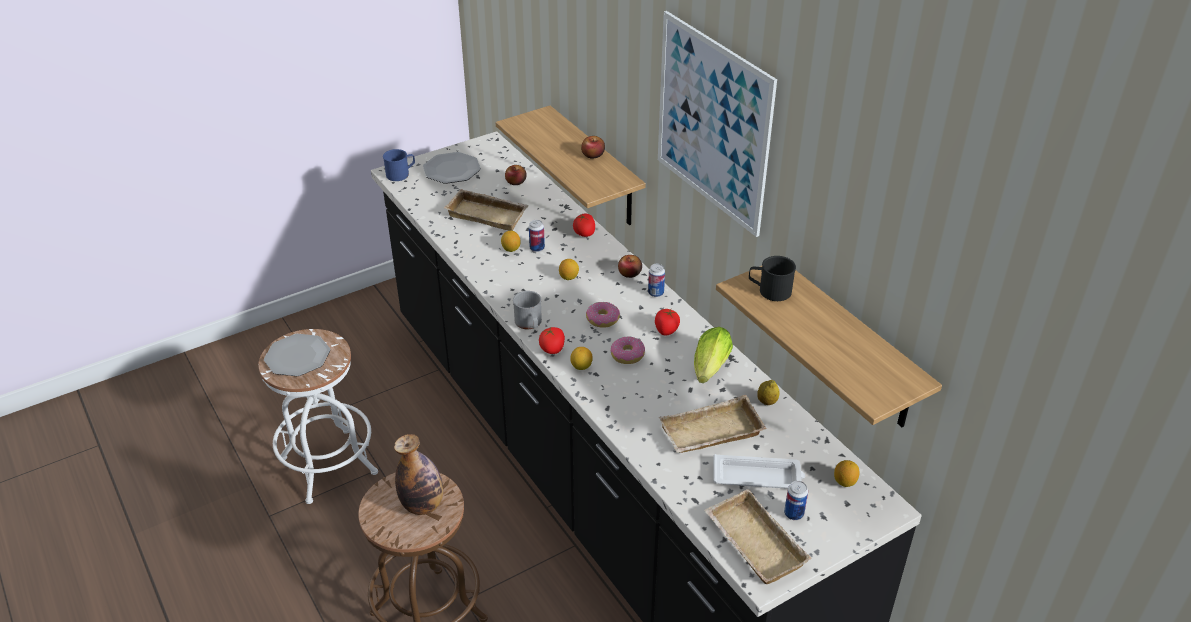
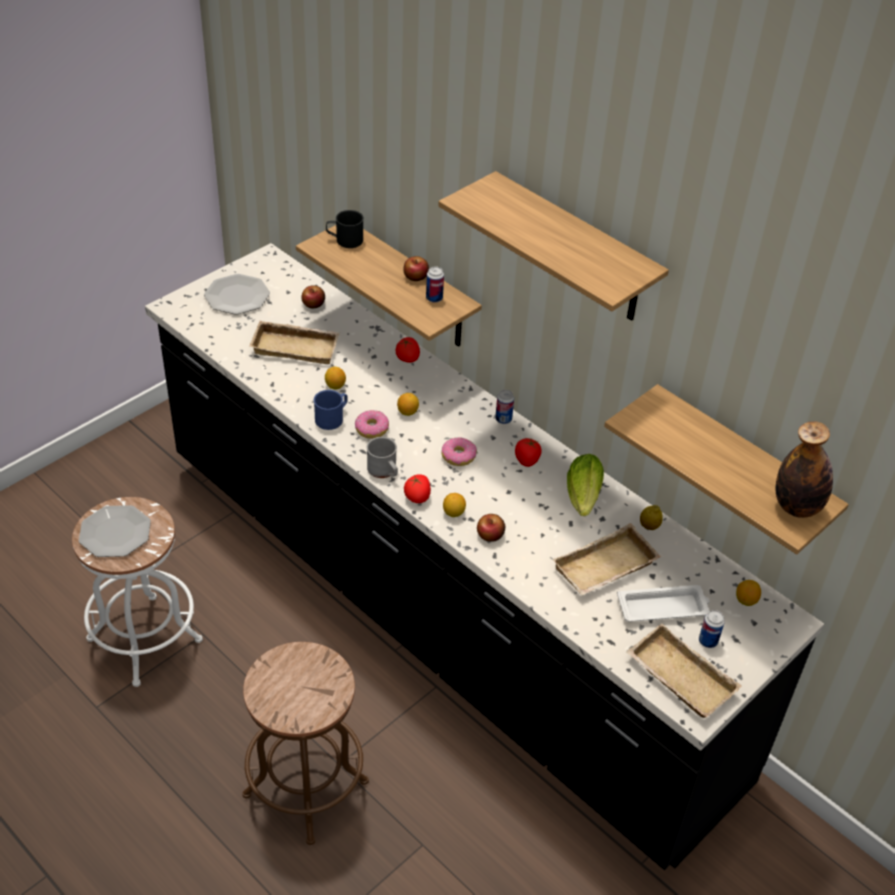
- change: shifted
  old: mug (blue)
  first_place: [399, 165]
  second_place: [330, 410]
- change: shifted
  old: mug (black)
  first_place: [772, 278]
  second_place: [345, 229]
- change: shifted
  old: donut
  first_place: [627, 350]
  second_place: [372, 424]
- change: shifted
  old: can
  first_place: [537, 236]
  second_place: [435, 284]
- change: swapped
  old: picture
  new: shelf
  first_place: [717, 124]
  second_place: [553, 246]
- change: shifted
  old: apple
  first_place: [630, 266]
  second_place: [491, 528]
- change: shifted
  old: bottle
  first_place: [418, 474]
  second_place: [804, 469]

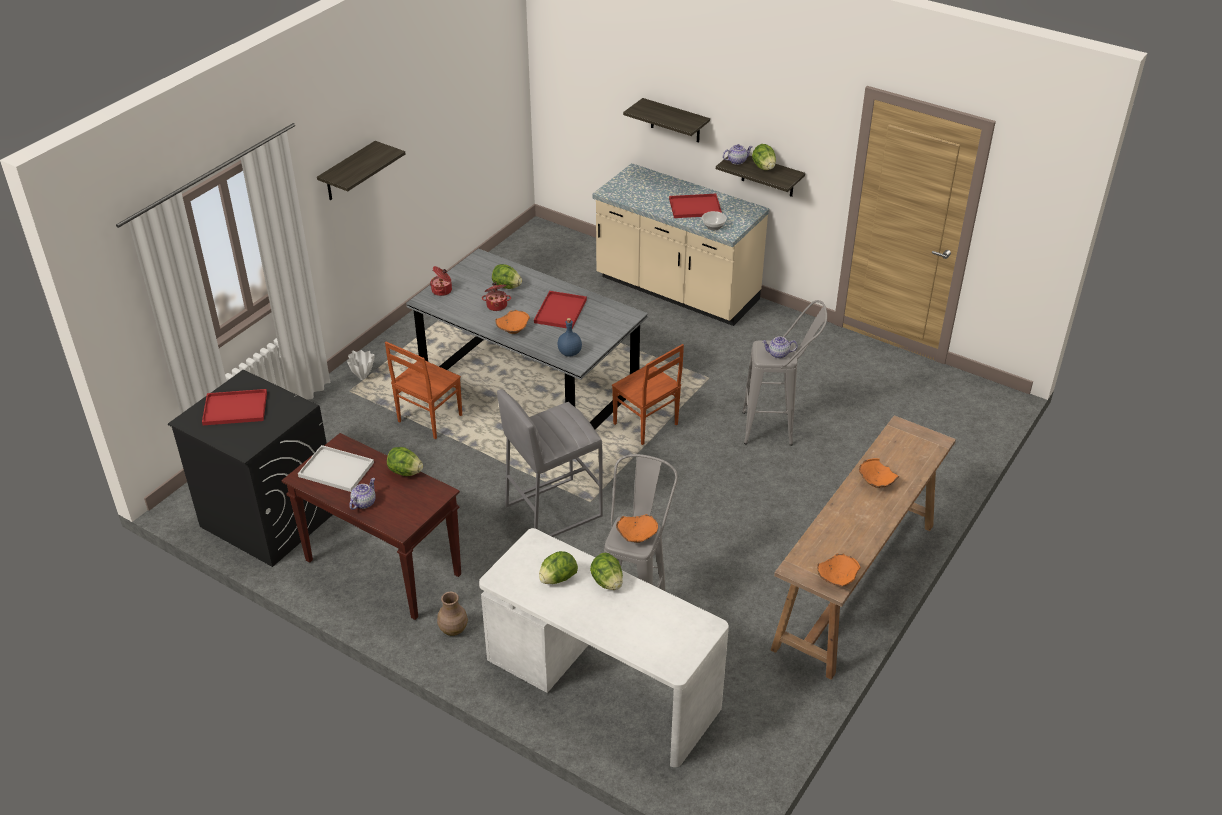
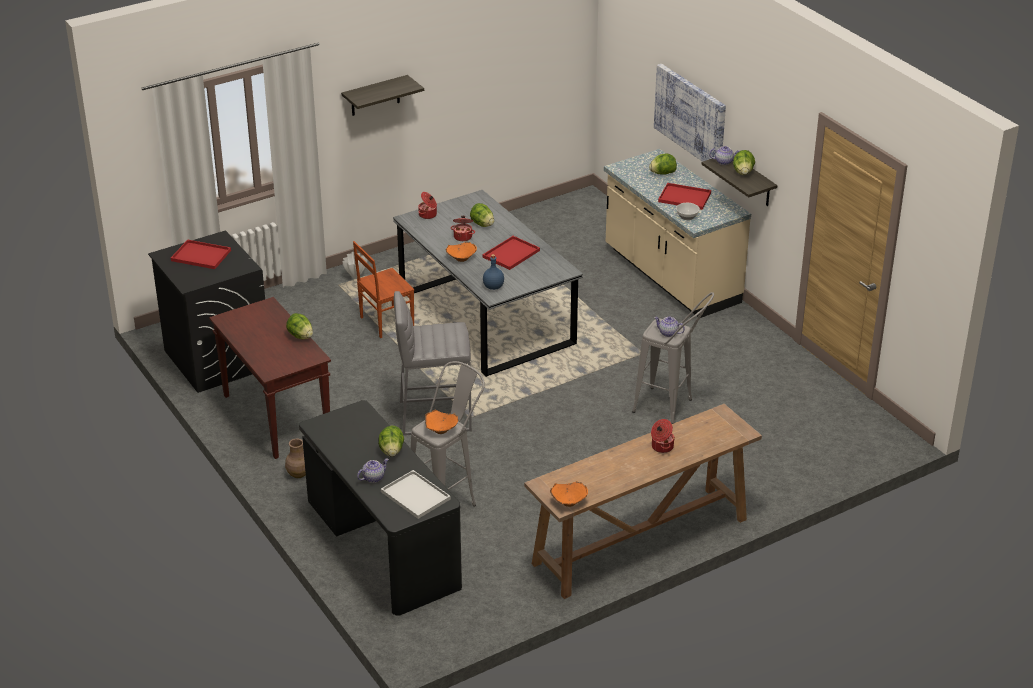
- change: repainted
  old: desk (white)
  new: desk (black)
  first_place: [604, 647]
  second_place: [380, 508]
- change: shifted
  old: teapot
  first_place: [362, 494]
  second_place: [373, 470]
- change: shifted
  old: tray (white)
  first_place: [336, 468]
  second_place: [416, 494]
- change: shifted
  old: lettuce
  first_place: [558, 567]
  second_place: [663, 163]
- change: swapped
  old: bowl (orange)
  new: cooking pot
  first_place: [879, 473]
  second_place: [663, 436]
- change: swapped
  old: shelf
  new: picture
  first_place: [666, 120]
  second_place: [690, 113]
- change: gone
  old: chair (brown)
  first_place: [648, 394]

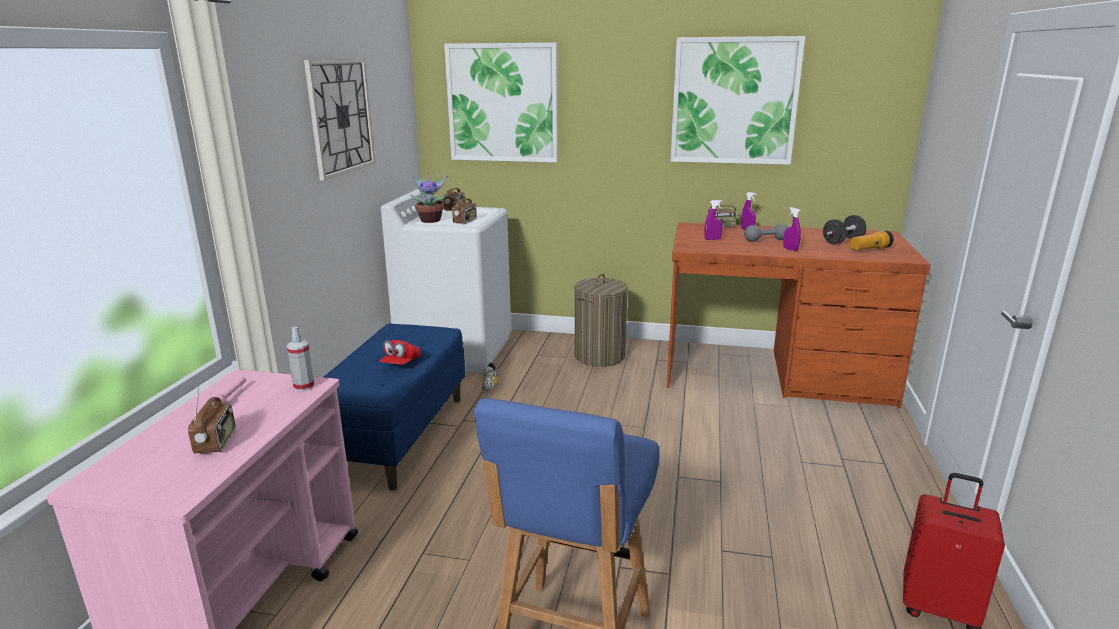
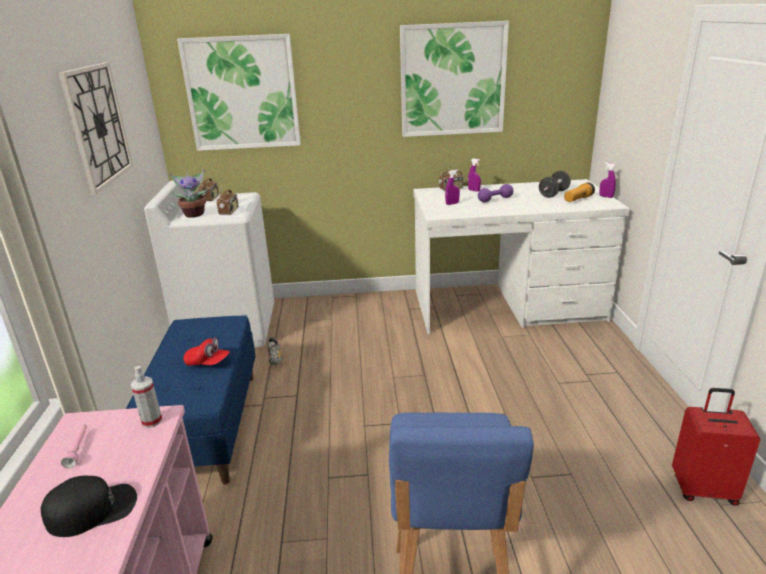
- change: swapped
  old: radio
  new: cap (black)
  first_place: [212, 419]
  second_place: [89, 506]
- change: rotated
  old: cap (red)
  first_place: [400, 352]
  second_place: [206, 351]
  degrees: -75
- change: repainted
  old: desk (brown)
  new: desk (white)
  first_place: [799, 315]
  second_place: [521, 256]
- change: repainted
  old: dumbbell (grey)
  new: dumbbell (purple)
  first_place: [766, 233]
  second_place: [495, 193]
- change: shifted
  old: spray bottle (purple)
  first_place: [792, 229]
  second_place: [607, 180]
- change: gone
  old: laundry basket
  first_place: [601, 320]

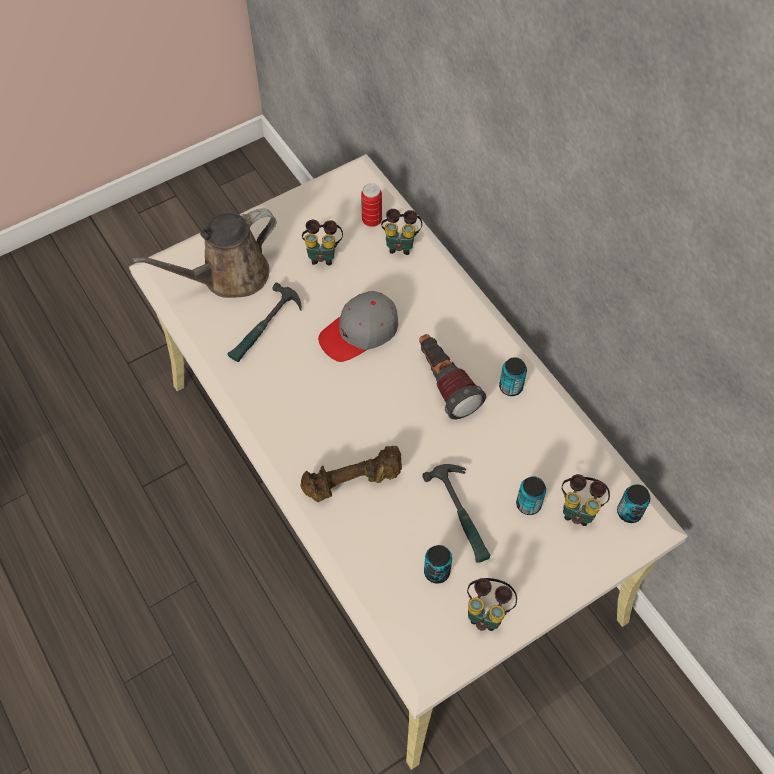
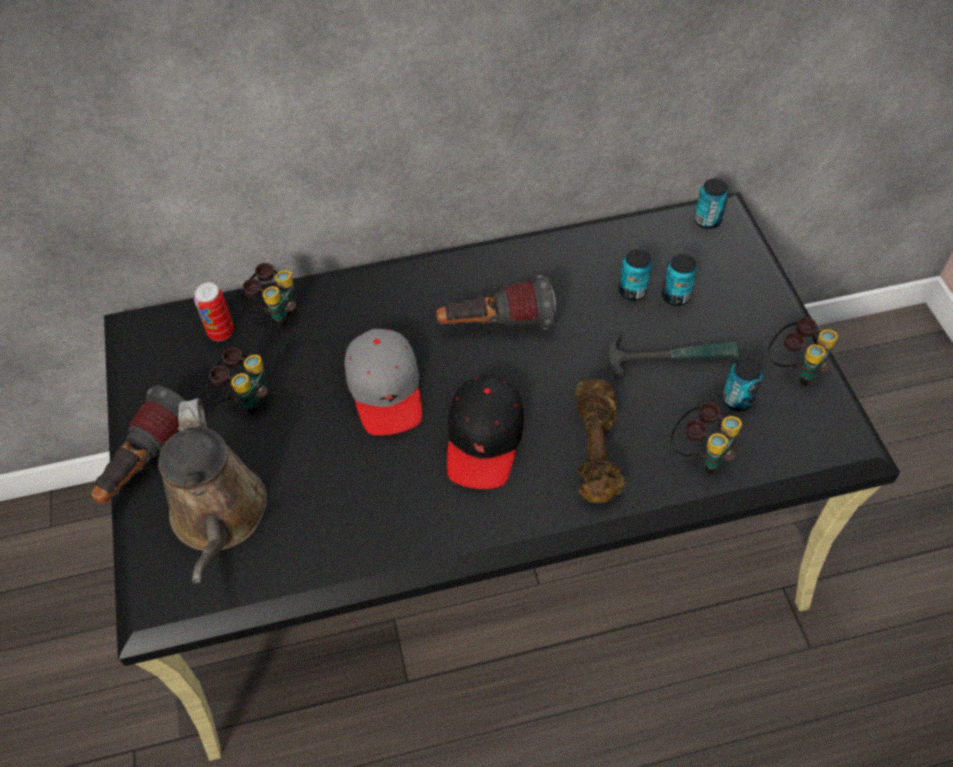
- change: new
  new: flashlight
  second_place: [138, 444]
- change: repainted
  old: desk (beige)
  new: desk (black)
  first_place: [408, 462]
  second_place: [502, 476]
- change: new
  new: cap (black)
  second_place: [485, 432]
- change: shifted
  old: can
  first_place: [513, 376]
  second_place: [635, 275]
- change: shifted
  old: binoculars
  first_place: [586, 500]
  second_place: [706, 438]
- change: gone
  old: hammer
  first_place: [264, 322]

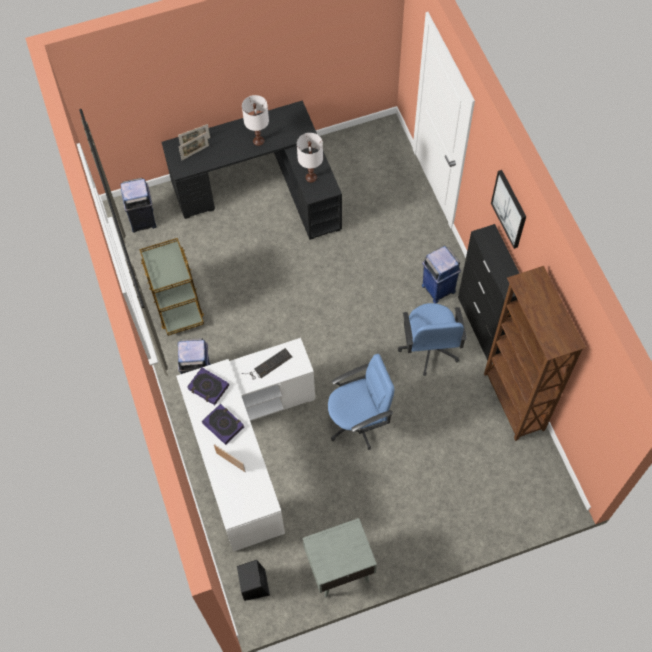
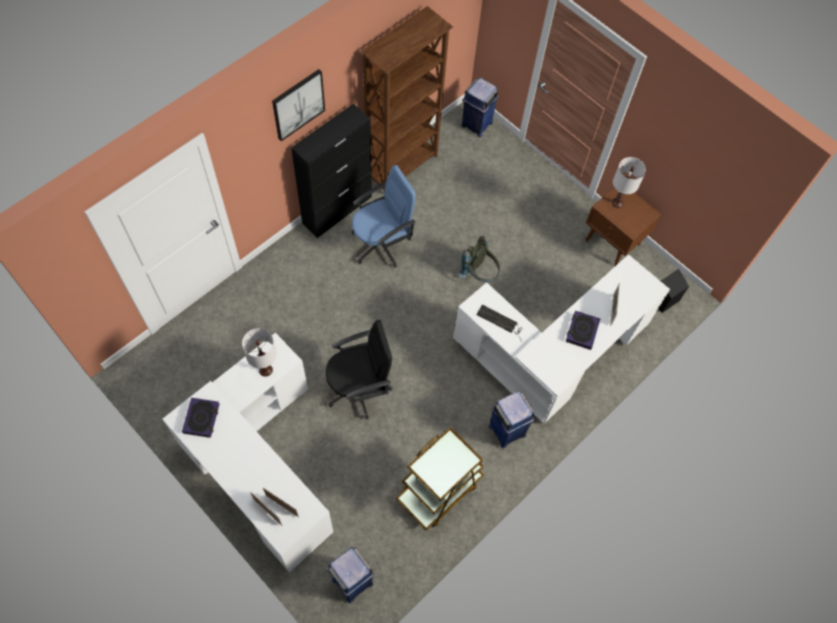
- change: repainted
  old: desk (black)
  new: desk (white)
  first_place: [252, 170]
  second_place: [248, 452]
- change: shifted
  old: book
  first_place: [208, 386]
  second_place: [201, 418]
- change: new
  new: office chair (black)
  second_place: [359, 369]
- change: swapped
  old: office chair (blue)
  new: backpack (grey)
  first_place: [361, 402]
  second_place: [479, 259]
- change: shifted
  old: trash can (blue)
  first_place: [441, 274]
  second_place: [480, 107]
- change: repainted
  old: nightstand (grey)
  new: nightstand (brown)
  first_place: [340, 557]
  second_place: [623, 226]
- change: shifted
  old: table lamp (white)
  first_place: [255, 120]
  second_place: [629, 182]

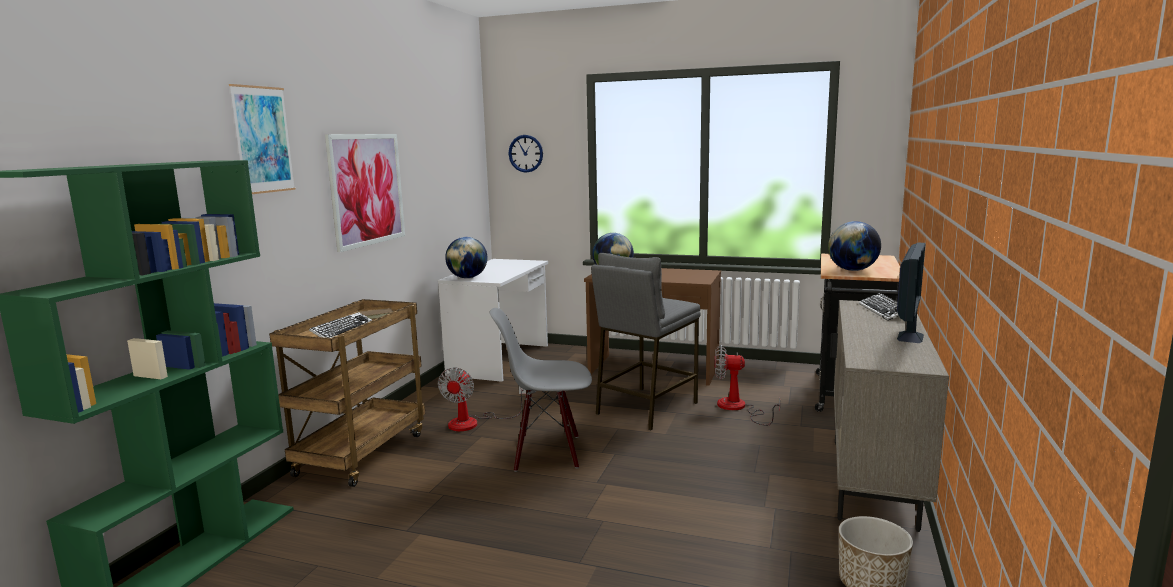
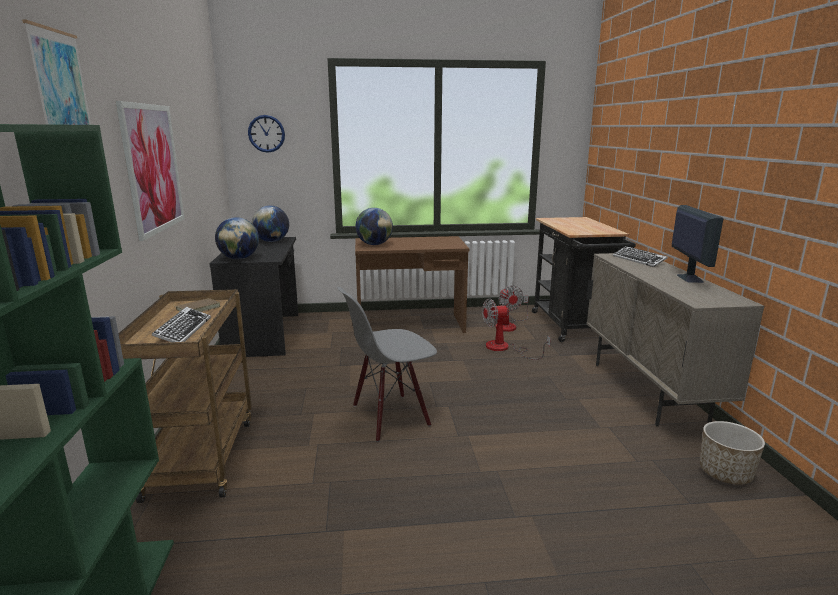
- change: repainted
  old: desk (white)
  new: desk (black)
  first_place: [493, 320]
  second_place: [253, 297]
- change: shifted
  old: globe
  first_place: [854, 246]
  second_place: [270, 223]
- change: shifted
  old: fan
  first_place: [482, 399]
  second_place: [512, 308]
- change: gone
  old: stool (grey)
  first_place: [646, 341]

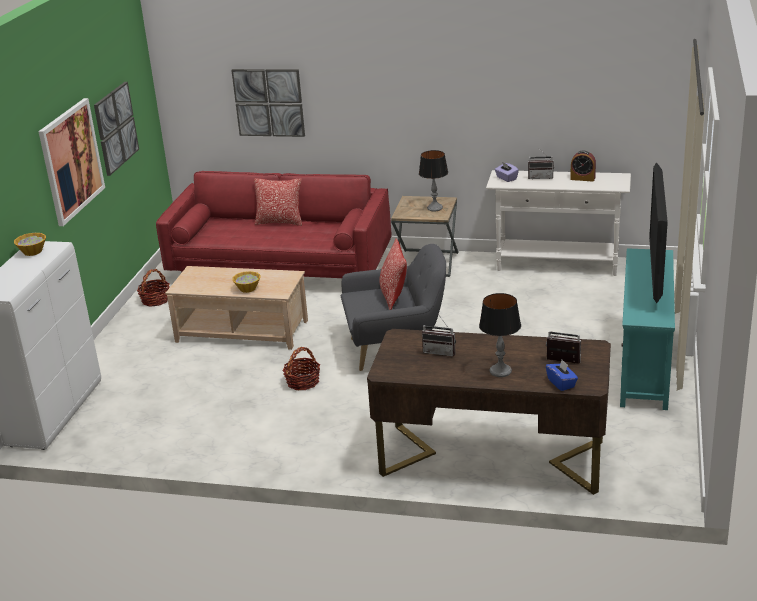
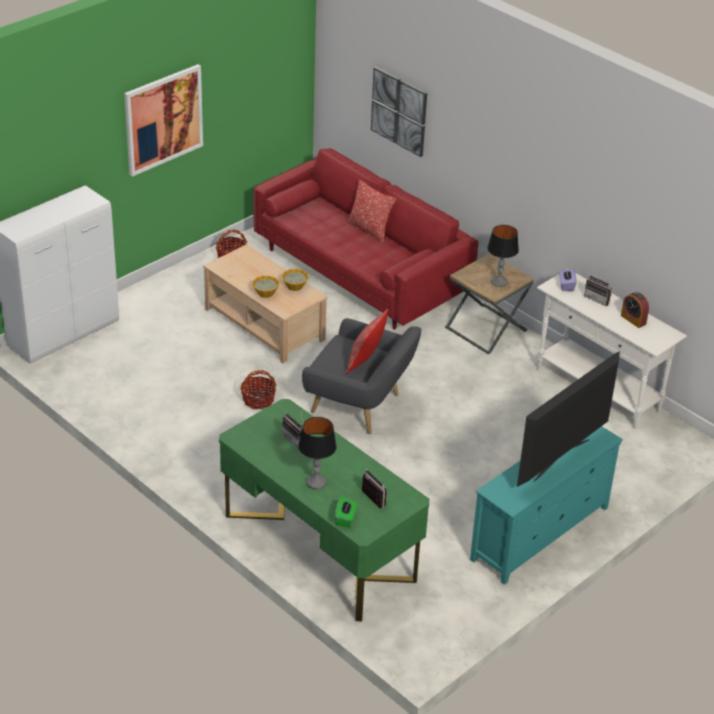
- change: repainted
  old: desk (brown)
  new: desk (green)
  first_place: [489, 412]
  second_place: [324, 510]
- change: shifted
  old: bowl
  first_place: [30, 244]
  second_place: [295, 280]
- change: repainted
  old: tissue box (blue)
  new: tissue box (green)
  first_place: [562, 375]
  second_place: [345, 512]
- change: gone
  old: picture
  first_place: [116, 129]

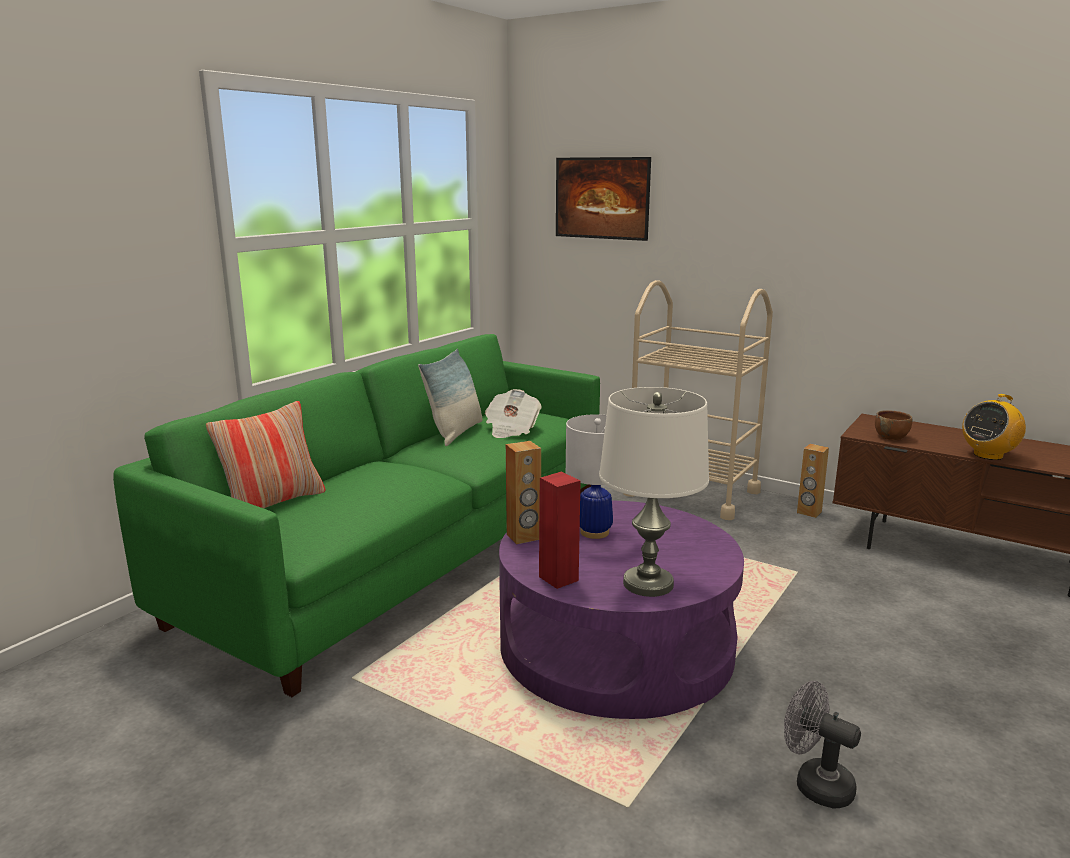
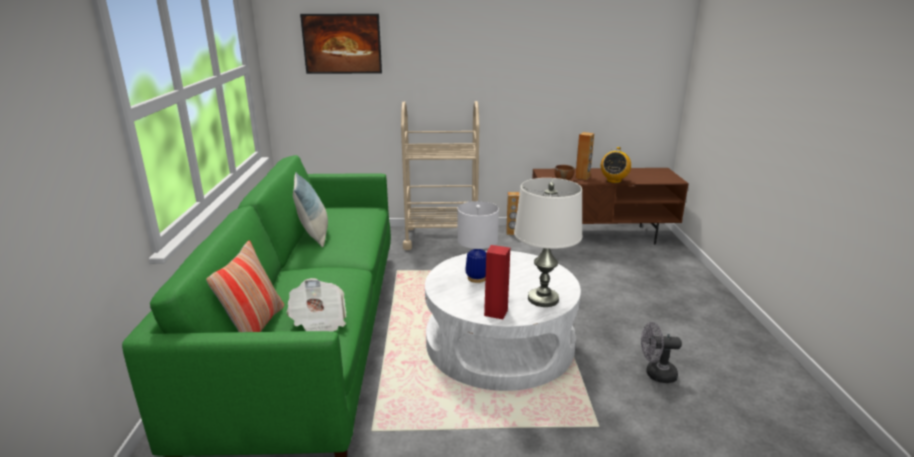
- change: shifted
  old: newspaper
  first_place: [513, 413]
  second_place: [316, 305]
- change: repainted
  old: coffee table (purple)
  new: coffee table (white)
  first_place: [621, 610]
  second_place: [503, 321]
- change: shifted
  old: speaker (brown)
  first_place: [523, 492]
  second_place: [584, 156]

